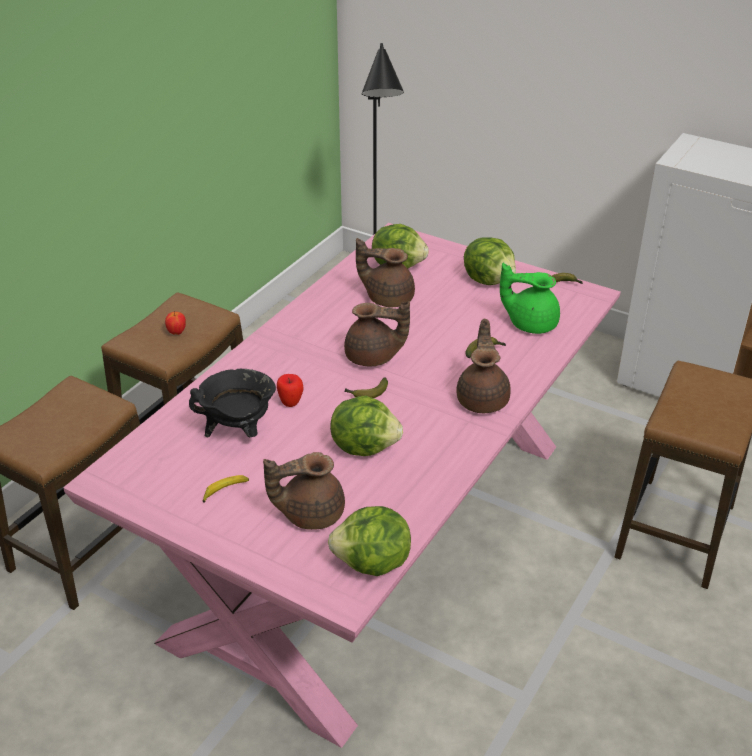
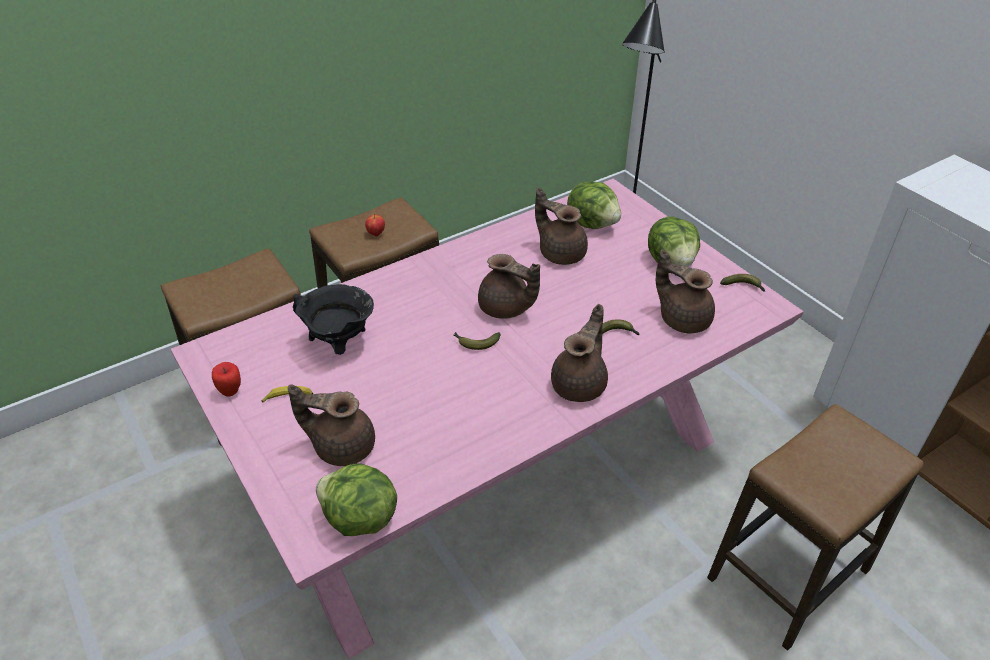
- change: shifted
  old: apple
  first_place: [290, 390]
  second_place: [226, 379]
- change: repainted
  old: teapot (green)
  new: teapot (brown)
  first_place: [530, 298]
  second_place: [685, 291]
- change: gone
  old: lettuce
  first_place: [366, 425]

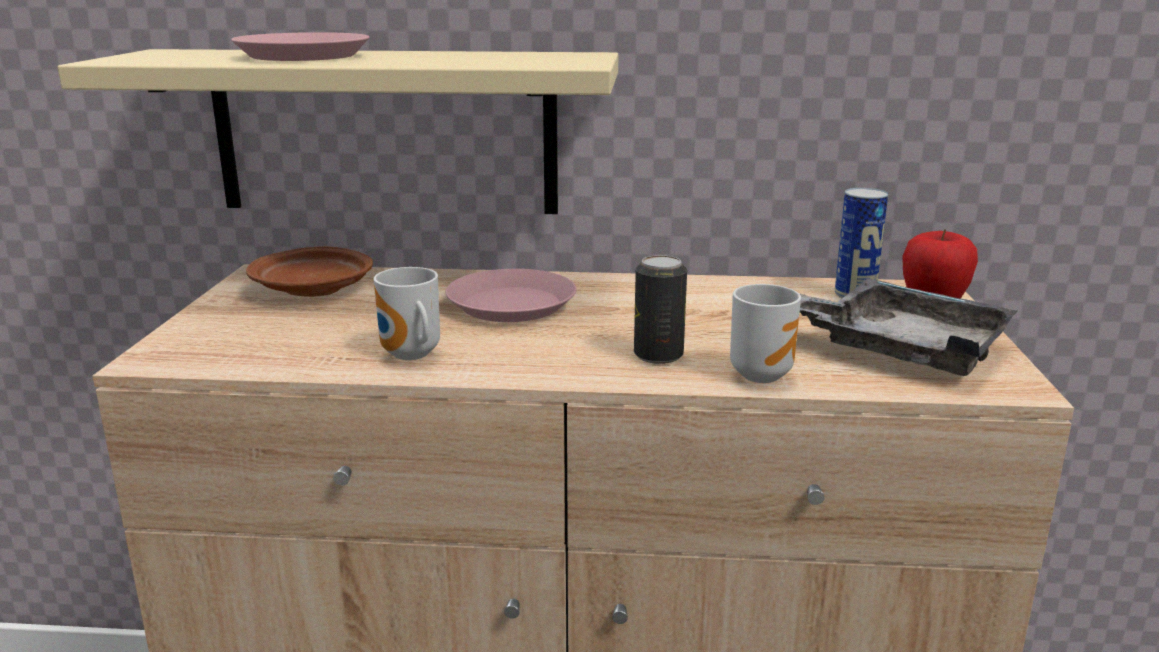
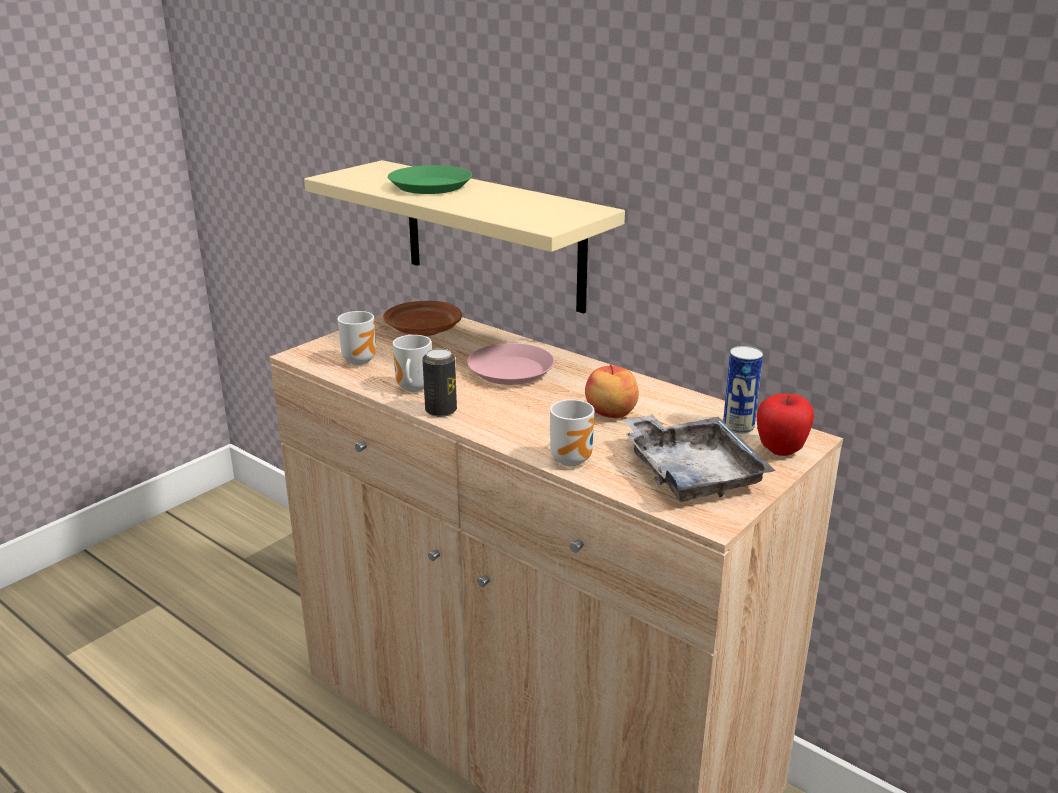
- change: new
  new: mug
  second_place: [357, 338]
- change: repainted
  old: plate (pink)
  new: plate (green)
  first_place: [300, 46]
  second_place: [430, 179]
- change: shifted
  old: can
  first_place: [660, 309]
  second_place: [439, 382]
- change: new
  new: apple
  second_place: [612, 391]

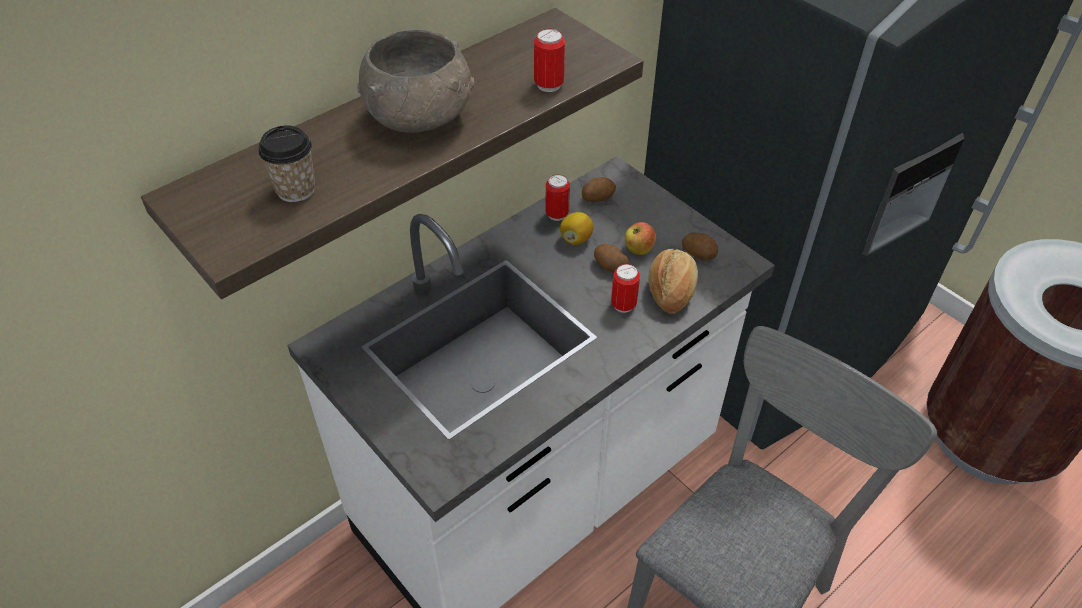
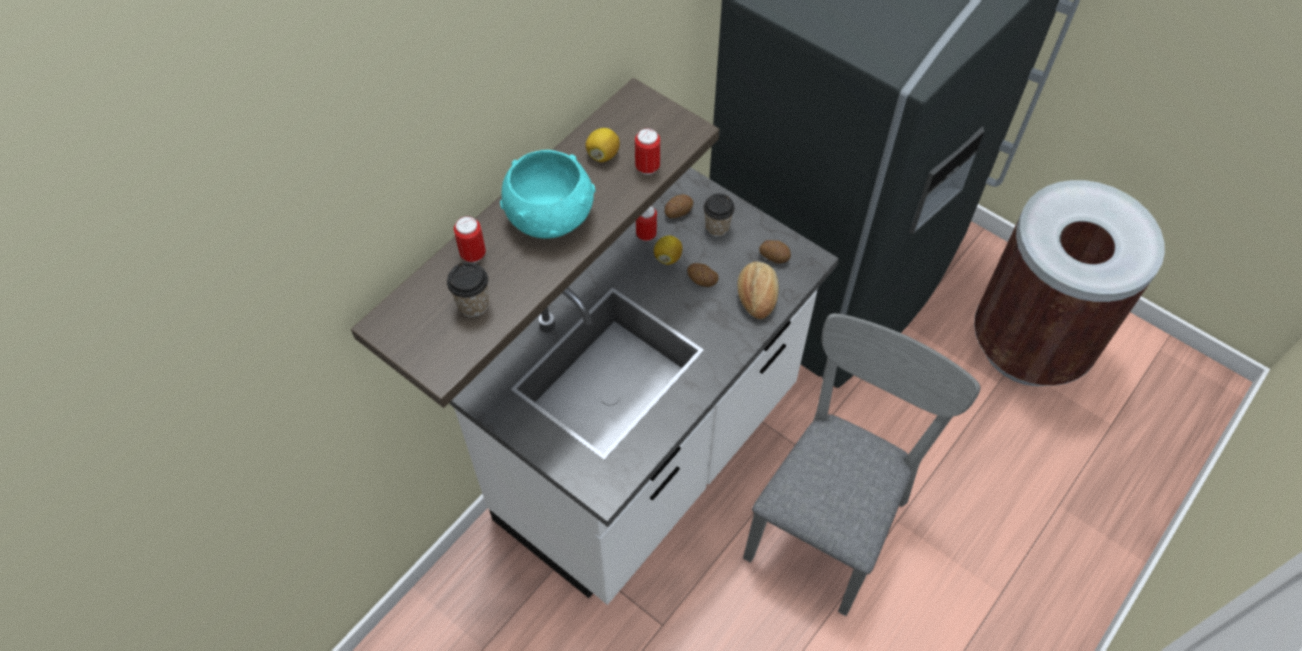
- change: shifted
  old: can
  first_place: [625, 288]
  second_place: [470, 239]
- change: repainted
  old: bowl (grey)
  new: bowl (turquoise)
  first_place: [416, 81]
  second_place: [547, 194]
- change: new
  new: lemon
  second_place: [603, 145]
- change: new
  new: cup
  second_place: [719, 215]
- change: gone
  old: apple
  first_place: [640, 238]

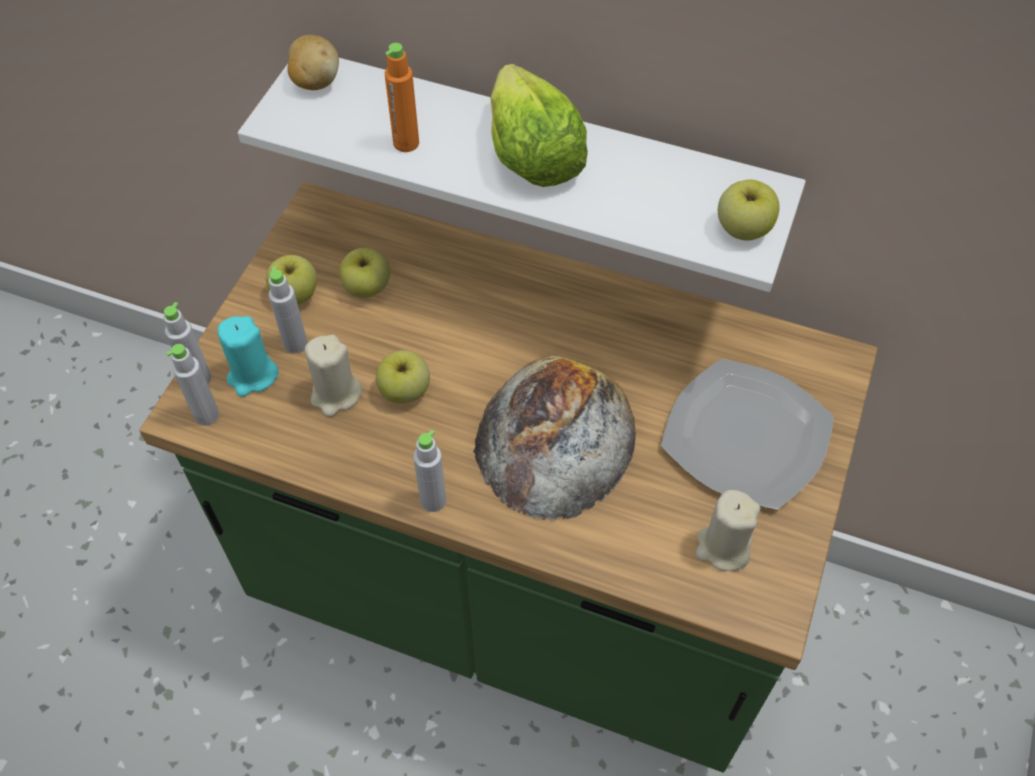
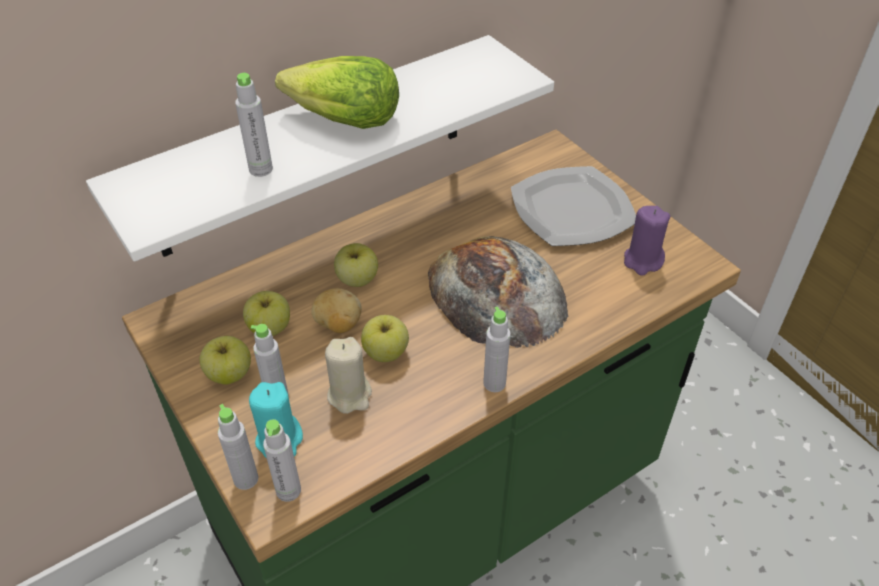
- change: repainted
  old: bottle (orange)
  new: bottle (grey)
  first_place: [402, 97]
  second_place: [254, 125]
- change: shifted
  old: potato
  first_place: [313, 62]
  second_place: [336, 310]
- change: shifted
  old: apple
  first_place: [748, 210]
  second_place: [356, 265]
- change: repainted
  old: candle (beige)
  new: candle (purple)
  first_place: [728, 530]
  second_place: [647, 241]

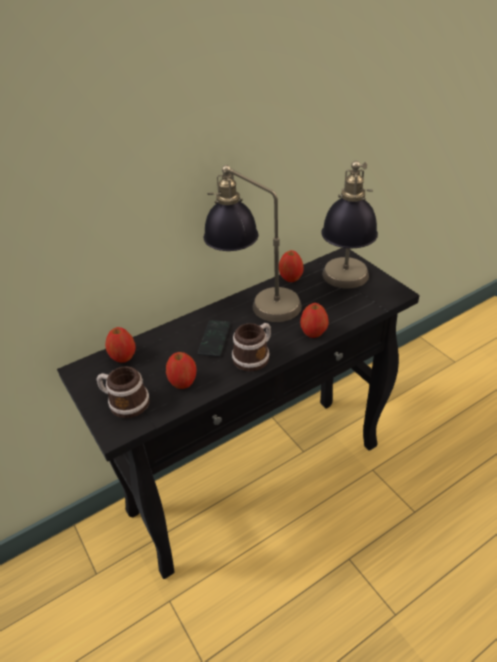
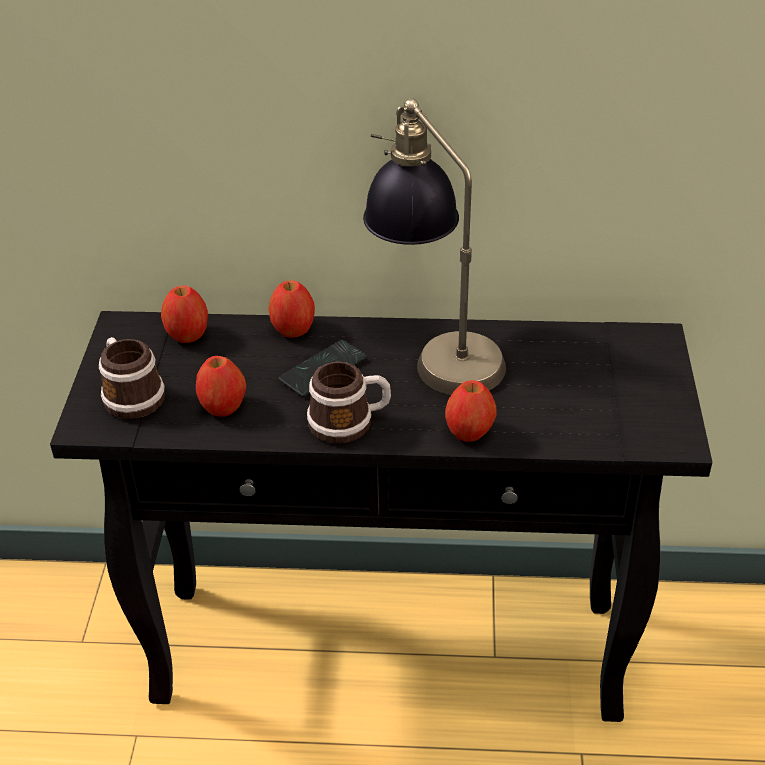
- change: shifted
  old: apple
  first_place: [291, 266]
  second_place: [291, 309]
- change: gone
  old: table lamp
  first_place: [349, 225]

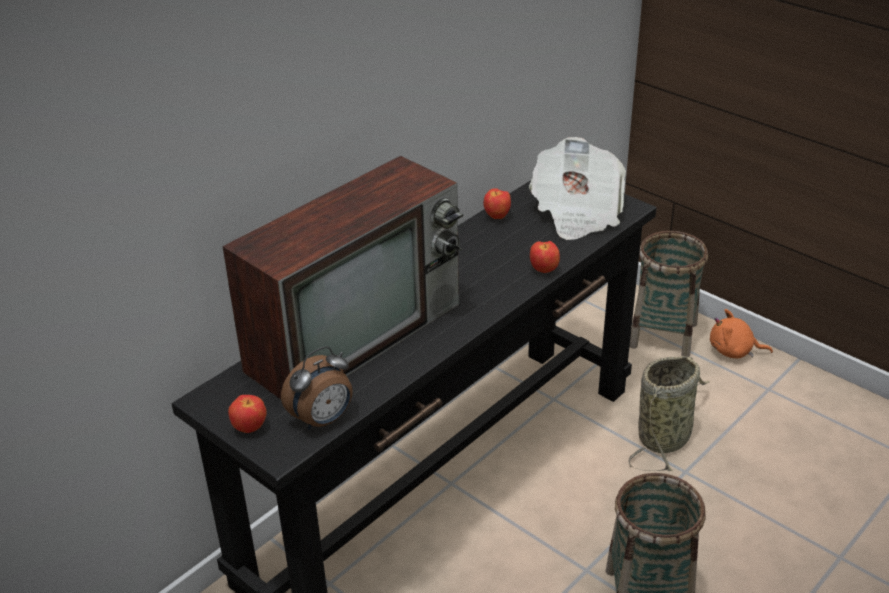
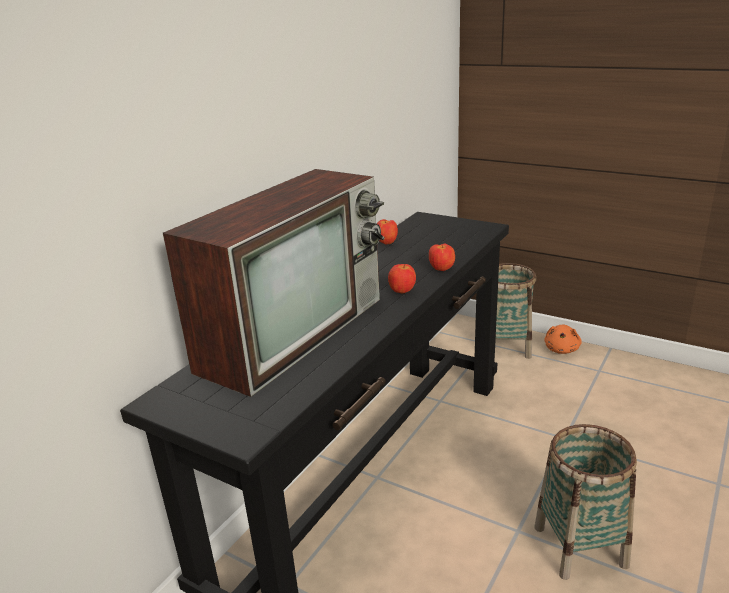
- change: shifted
  old: apple
  first_place: [247, 414]
  second_place: [402, 279]
- change: rotated
  old: plush toy (orange)
  first_place: [741, 334]
  second_place: [563, 339]
  degrees: -75
- change: gone
  old: alarm clock
  first_place: [317, 388]
- change: gone
  old: newspaper
  first_place: [577, 188]
- change: gone
  old: basket
  first_place: [669, 413]

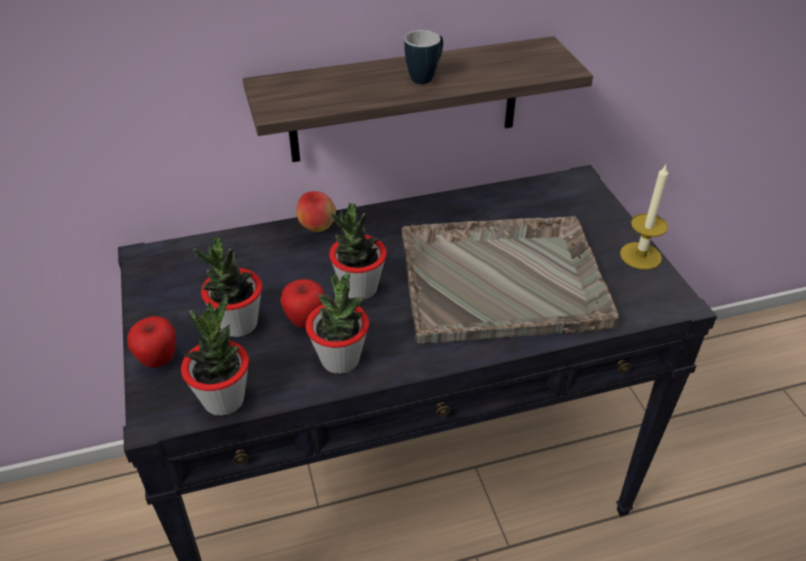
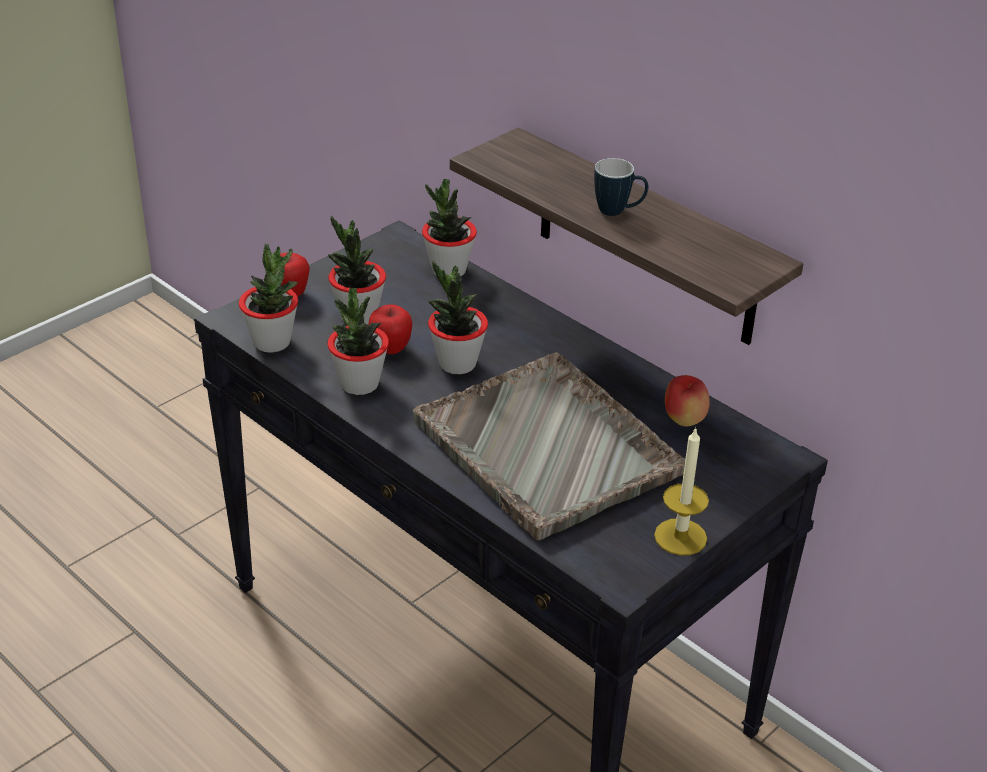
- change: new
  new: potted plant
  second_place: [449, 228]
- change: shifted
  old: apple
  first_place: [316, 211]
  second_place: [687, 401]

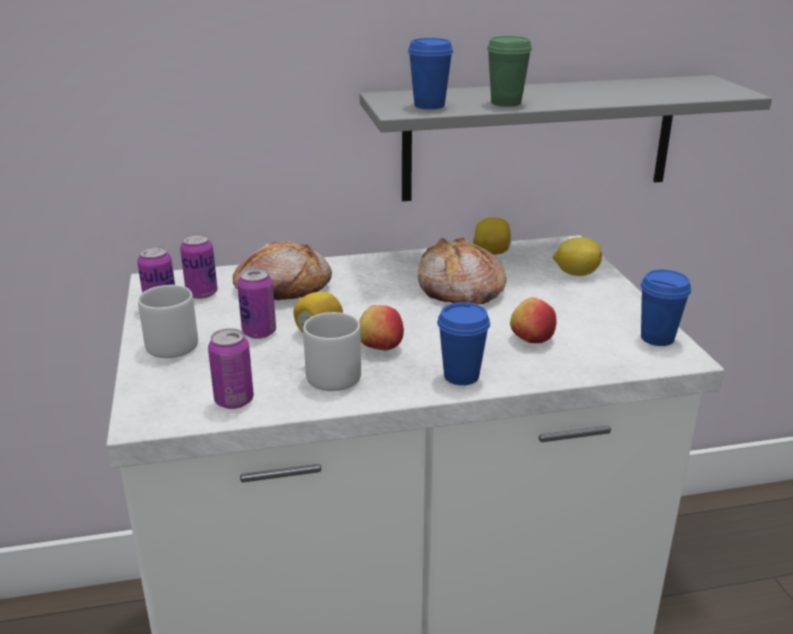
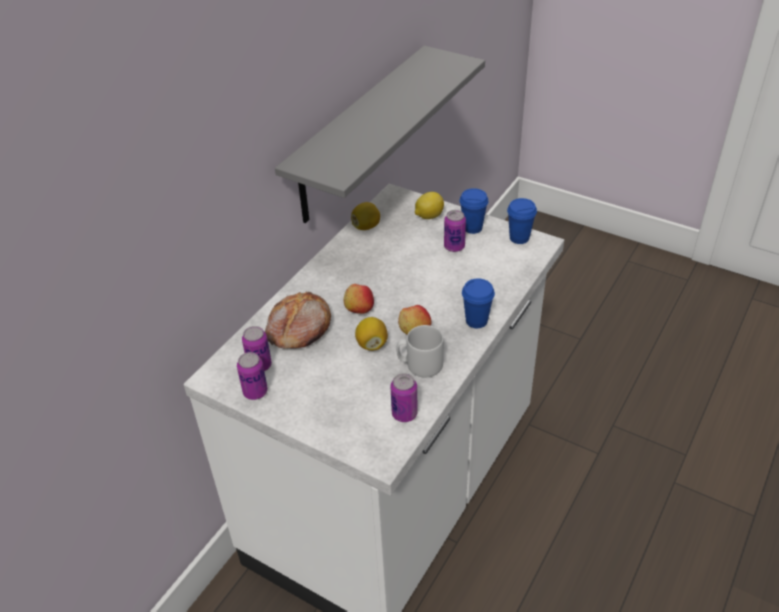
- change: shifted
  old: apple
  first_place: [533, 320]
  second_place: [359, 299]
- change: shifted
  old: can
  first_place: [256, 303]
  second_place: [455, 231]
- change: shifted
  old: cup (blue)
  first_place: [430, 73]
  second_place: [473, 211]
- change: gone
  old: mug (grey)
  first_place: [168, 321]
- change: gone
  old: bread
  first_place: [462, 271]
- change: gone
  old: cup (green)
  first_place: [509, 71]

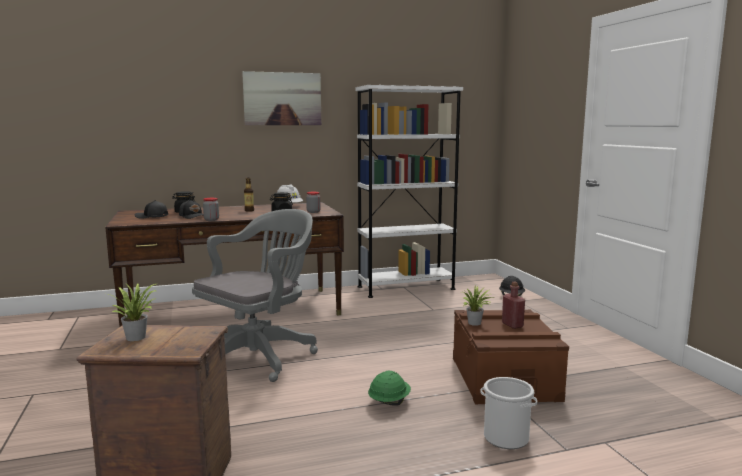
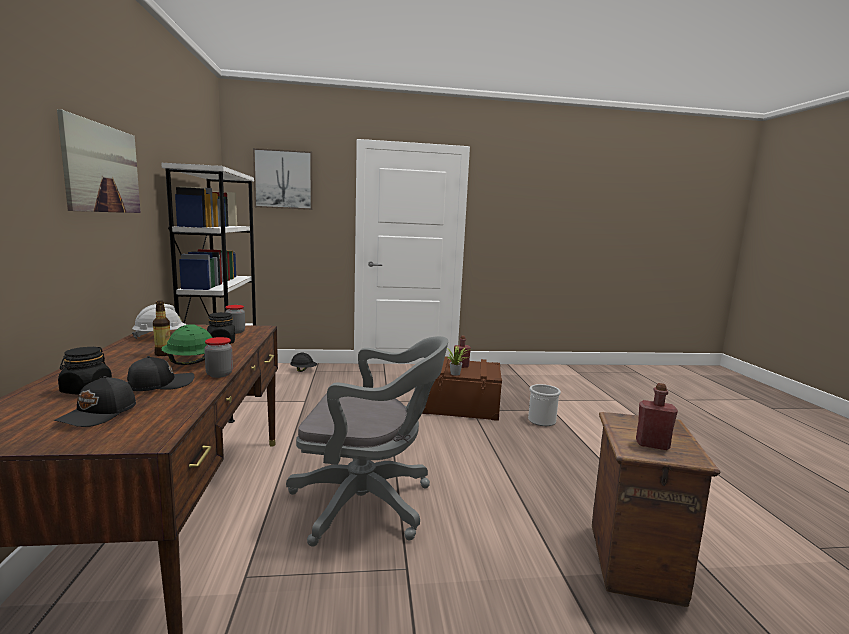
- change: shifted
  old: hard hat (green)
  first_place: [389, 388]
  second_place: [186, 344]
- change: new
  new: picture
  second_place: [283, 179]
- change: rotated
  old: office chair (grey)
  first_place: [255, 295]
  second_place: [367, 441]
  degrees: 135
- change: swapped
  old: potted plant
  new: bottle (red)
  first_place: [133, 312]
  second_place: [657, 416]

